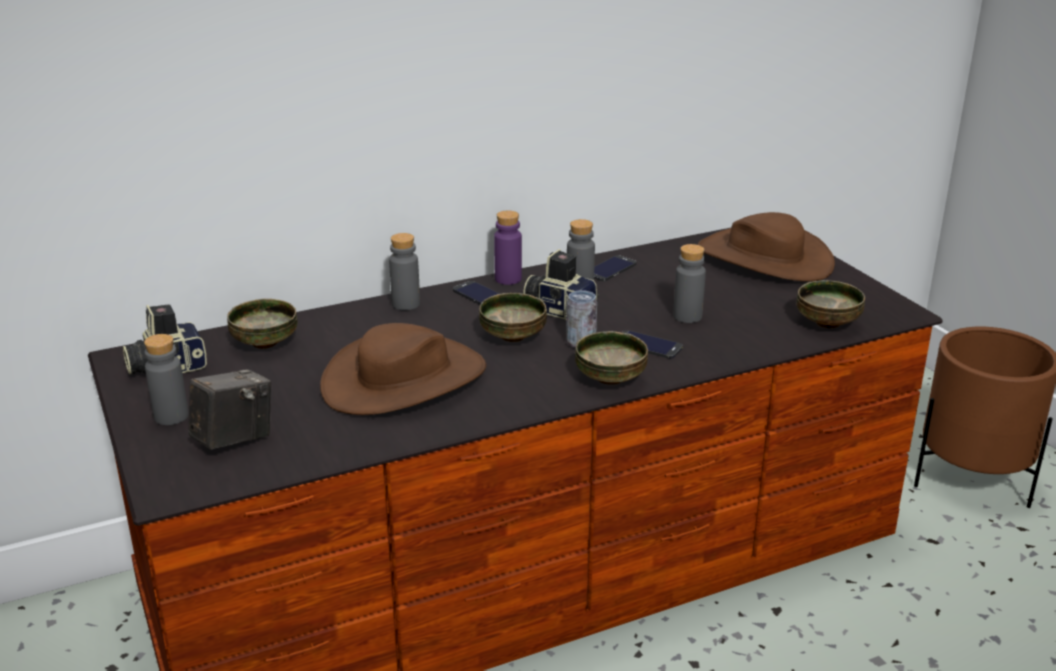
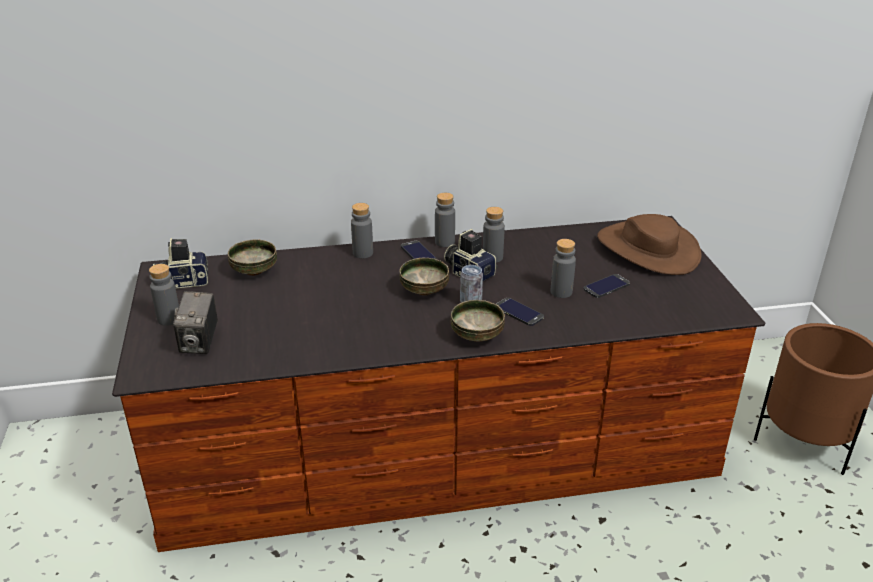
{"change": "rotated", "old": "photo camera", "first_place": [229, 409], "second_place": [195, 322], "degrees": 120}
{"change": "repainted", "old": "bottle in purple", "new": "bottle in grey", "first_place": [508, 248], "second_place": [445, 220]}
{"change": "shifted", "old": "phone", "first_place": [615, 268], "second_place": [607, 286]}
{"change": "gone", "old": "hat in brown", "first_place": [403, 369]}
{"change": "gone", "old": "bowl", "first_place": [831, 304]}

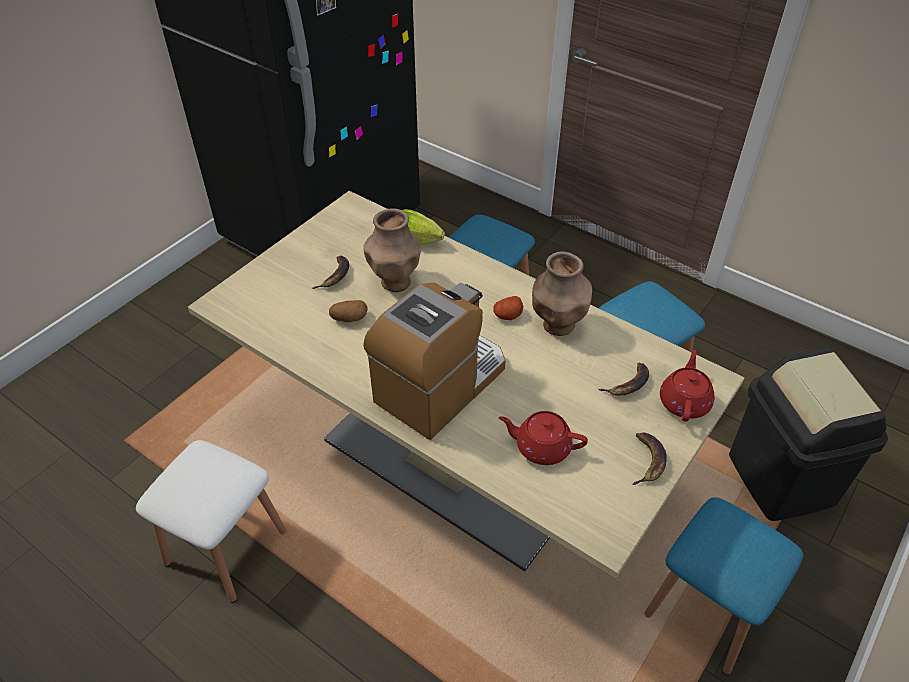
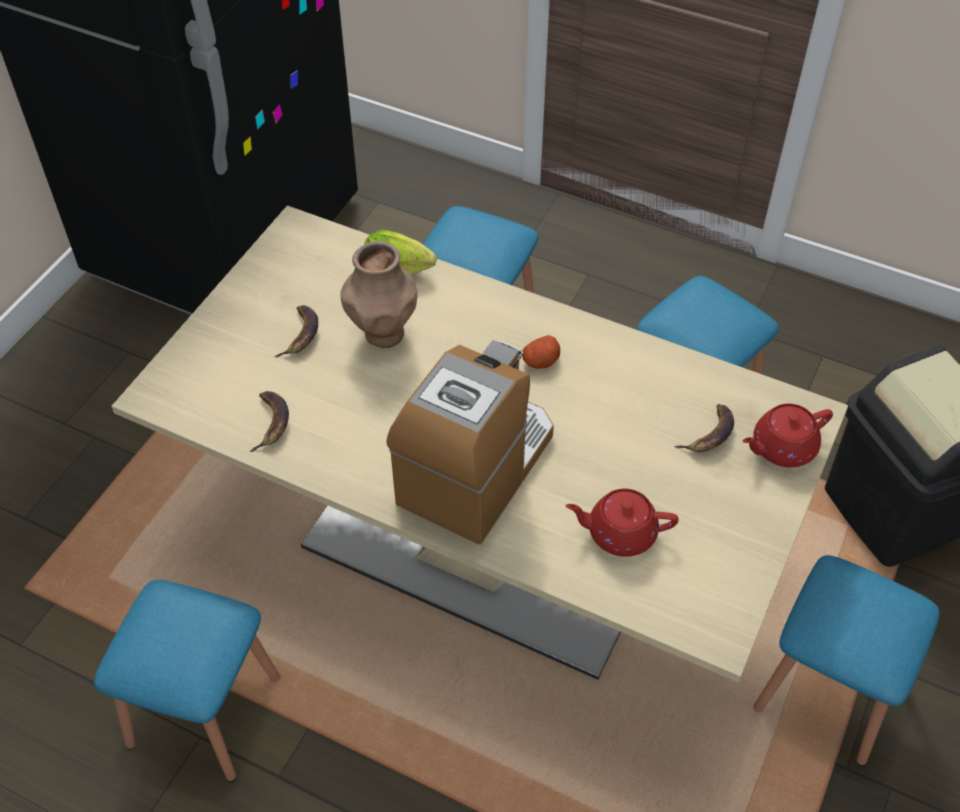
{"change": "repainted", "old": "stool in white", "new": "stool in blue", "first_place": [211, 521], "second_place": [187, 681]}
{"change": "shifted", "old": "banana", "first_place": [649, 459], "second_place": [269, 421]}
{"change": "rotated", "old": "teapot in red", "first_place": [687, 385], "second_place": [788, 435], "degrees": -120}
{"change": "gone", "old": "potato", "first_place": [348, 311]}
{"change": "gone", "old": "vase in brown", "first_place": [562, 293]}

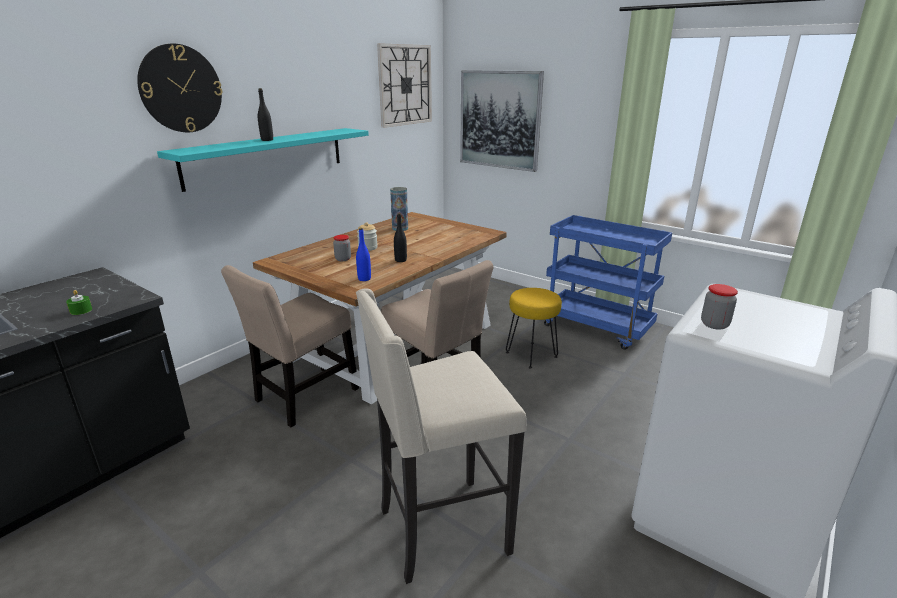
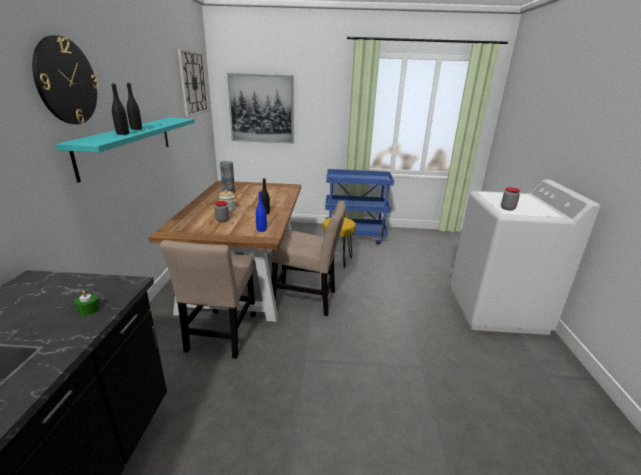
{"change": "new", "new": "bottle in black", "second_place": [120, 109]}
{"change": "gone", "old": "stool in beige", "first_place": [441, 436]}

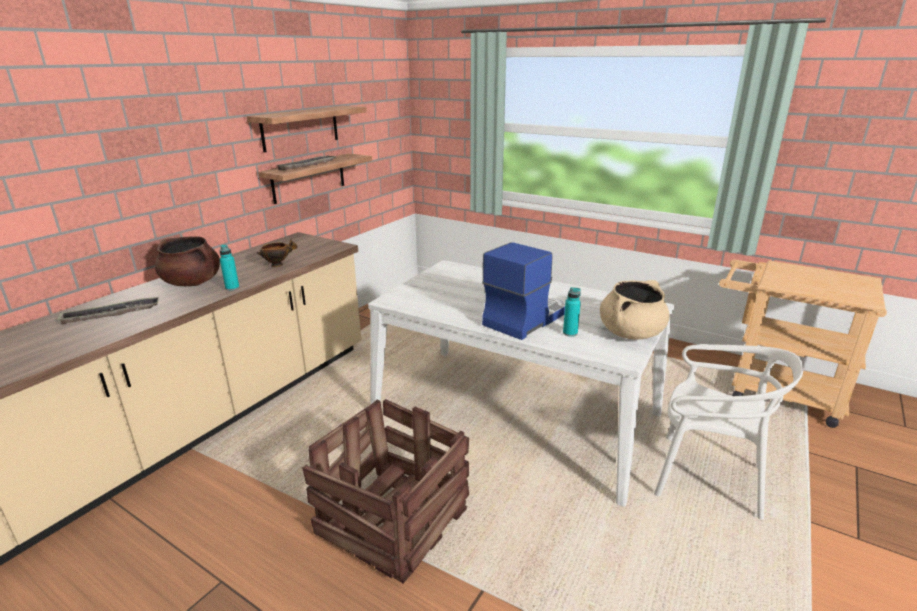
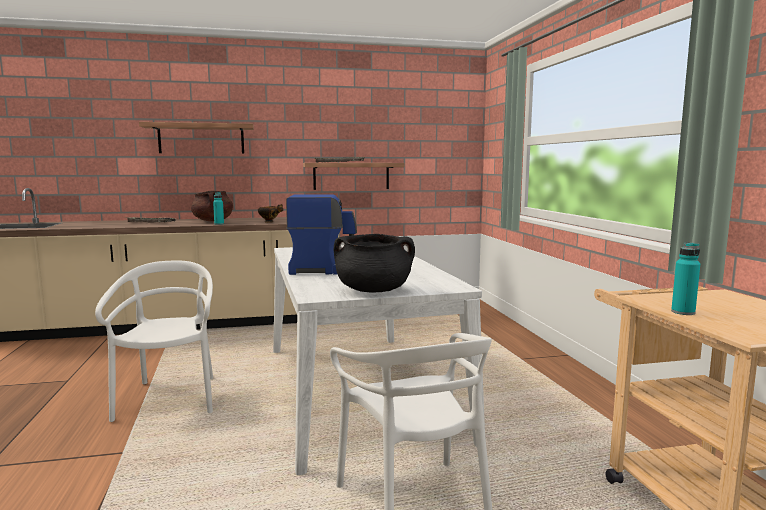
{"change": "swapped", "old": "crate", "new": "chair in white", "first_place": [385, 491], "second_place": [154, 341]}
{"change": "shifted", "old": "shelf", "first_place": [307, 129], "second_place": [196, 138]}
{"change": "repainted", "old": "cooking pot in beige", "new": "cooking pot in black", "first_place": [634, 309], "second_place": [374, 263]}
{"change": "shifted", "old": "bottle in turquoise", "first_place": [572, 312], "second_place": [685, 278]}

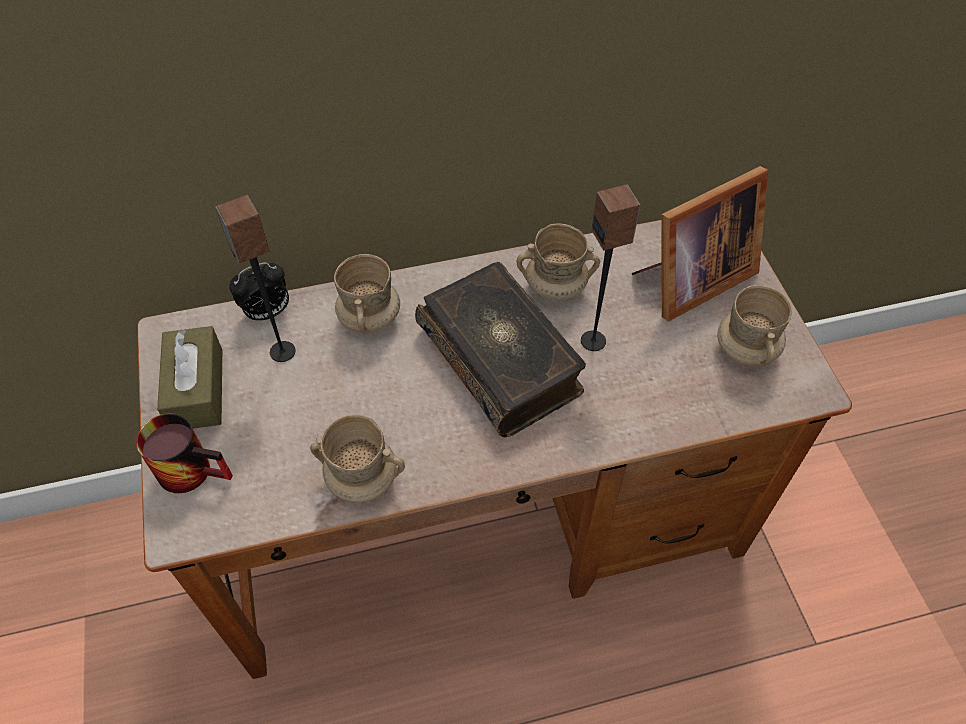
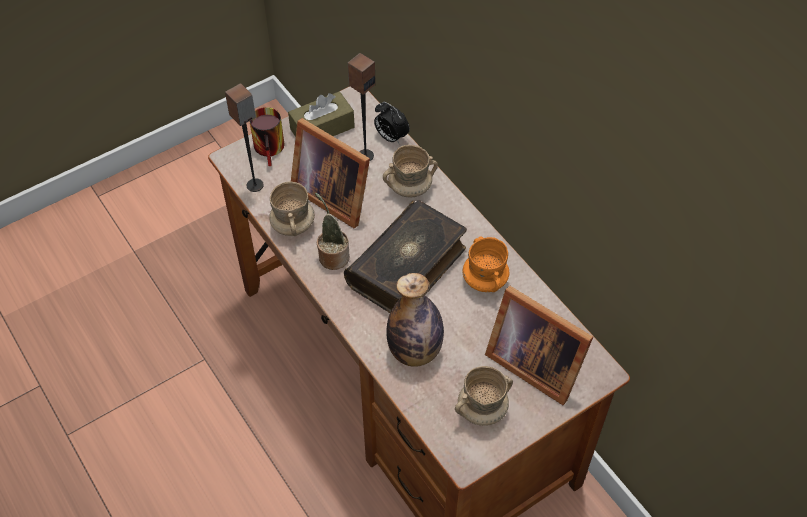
{"change": "shifted", "old": "speaker", "first_place": [610, 268], "second_place": [244, 137]}
{"change": "new", "new": "picture frame", "second_place": [330, 173]}
{"change": "new", "new": "potted plant", "second_place": [332, 231]}
{"change": "new", "new": "bottle", "second_place": [415, 320]}
{"change": "repainted", "old": "mug in beige", "new": "mug in orange", "first_place": [558, 261], "second_place": [486, 264]}

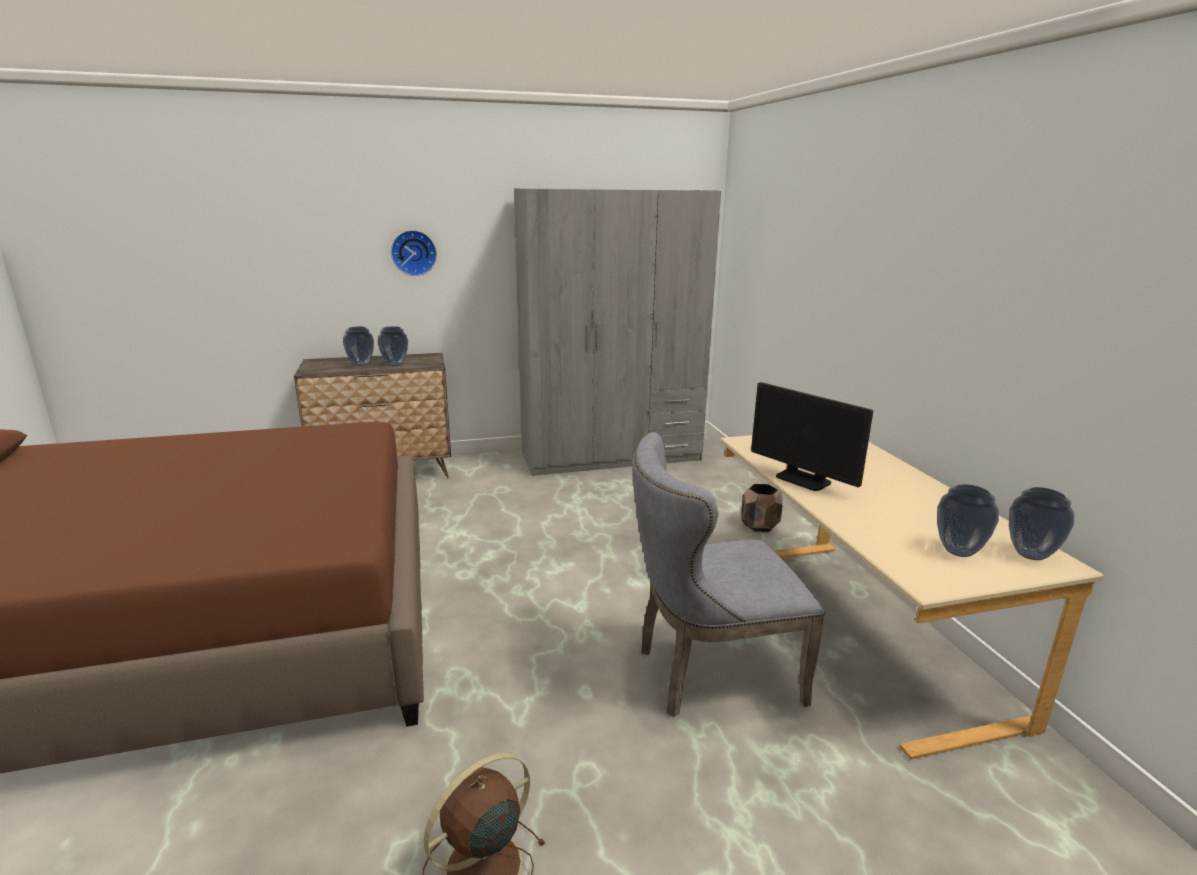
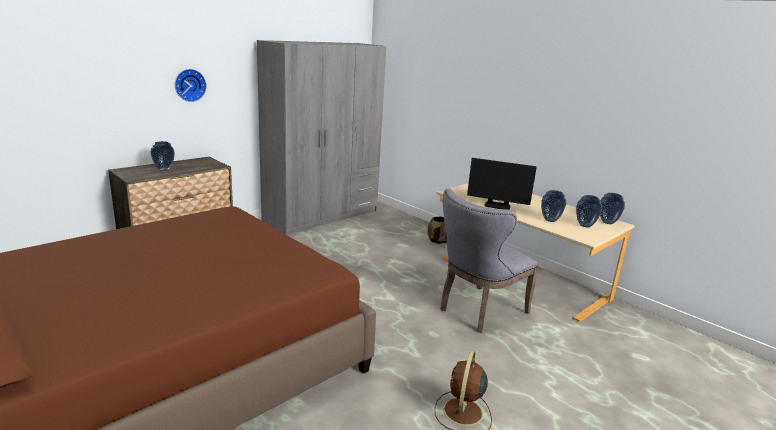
{"change": "shifted", "old": "vase", "first_place": [392, 346], "second_place": [553, 206]}

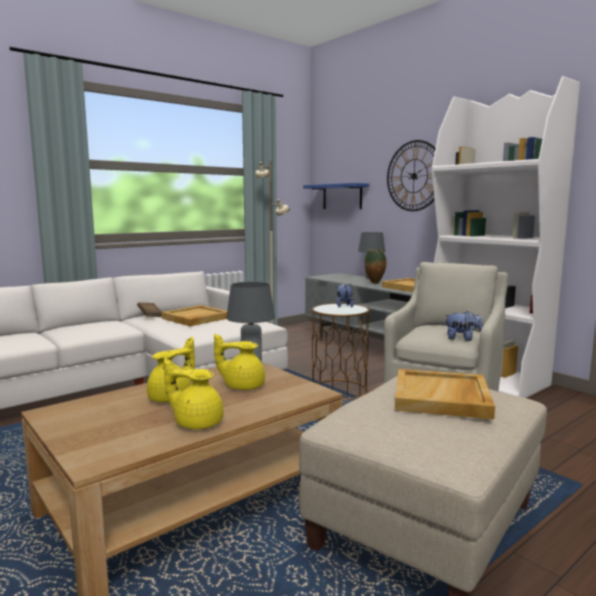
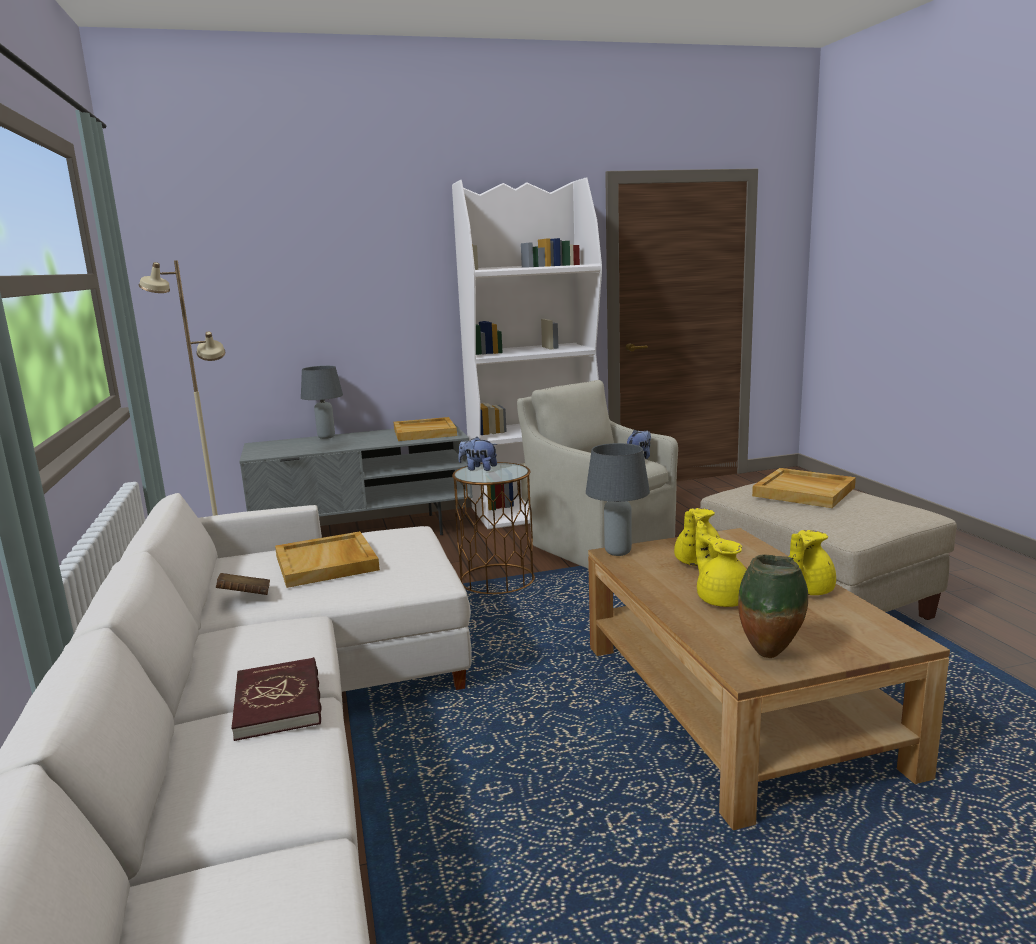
{"change": "new", "new": "book in red", "second_place": [276, 699]}
{"change": "shifted", "old": "vase", "first_place": [375, 266], "second_place": [773, 606]}
{"change": "gone", "old": "shelf in blue", "first_place": [336, 196]}
{"change": "gone", "old": "wall clock", "first_place": [411, 175]}

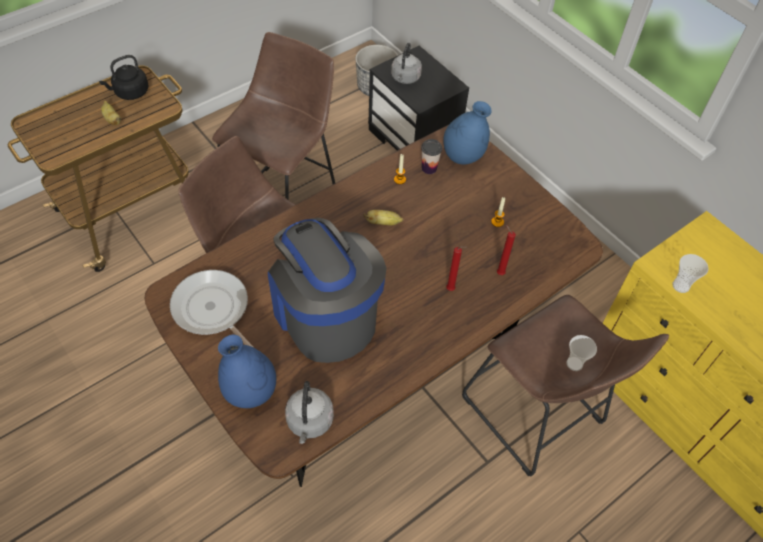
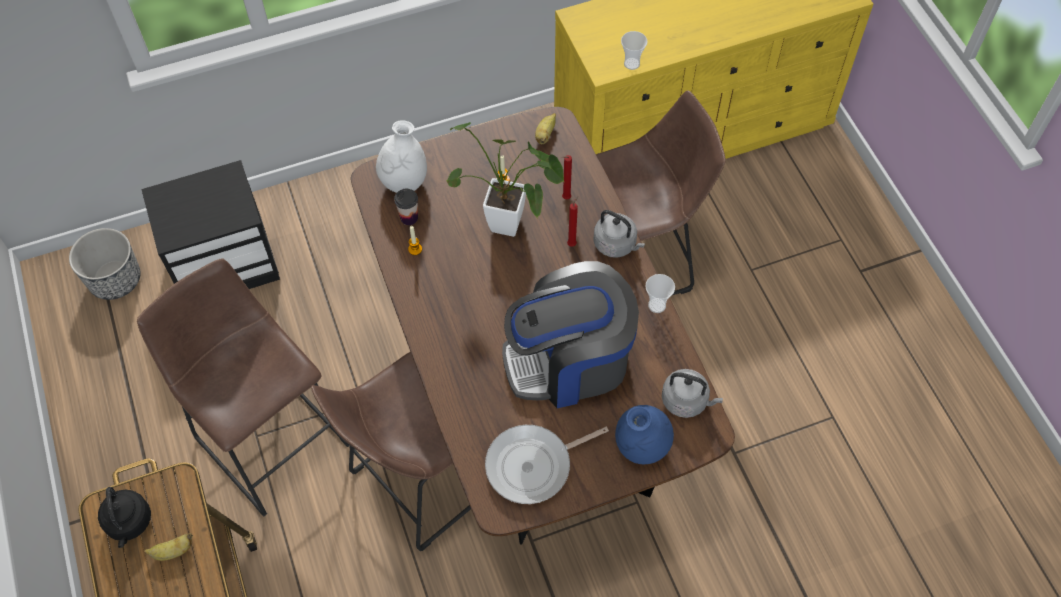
{"change": "repainted", "old": "vase in blue", "new": "vase in white", "first_place": [467, 133], "second_place": [401, 156]}
{"change": "new", "new": "potted plant", "second_place": [505, 179]}
{"change": "shifted", "old": "banana", "first_place": [383, 217], "second_place": [545, 128]}
{"change": "shifted", "old": "kettle in grey", "first_place": [406, 63], "second_place": [619, 234]}
{"change": "shifted", "old": "cup", "first_place": [581, 353], "second_place": [660, 293]}

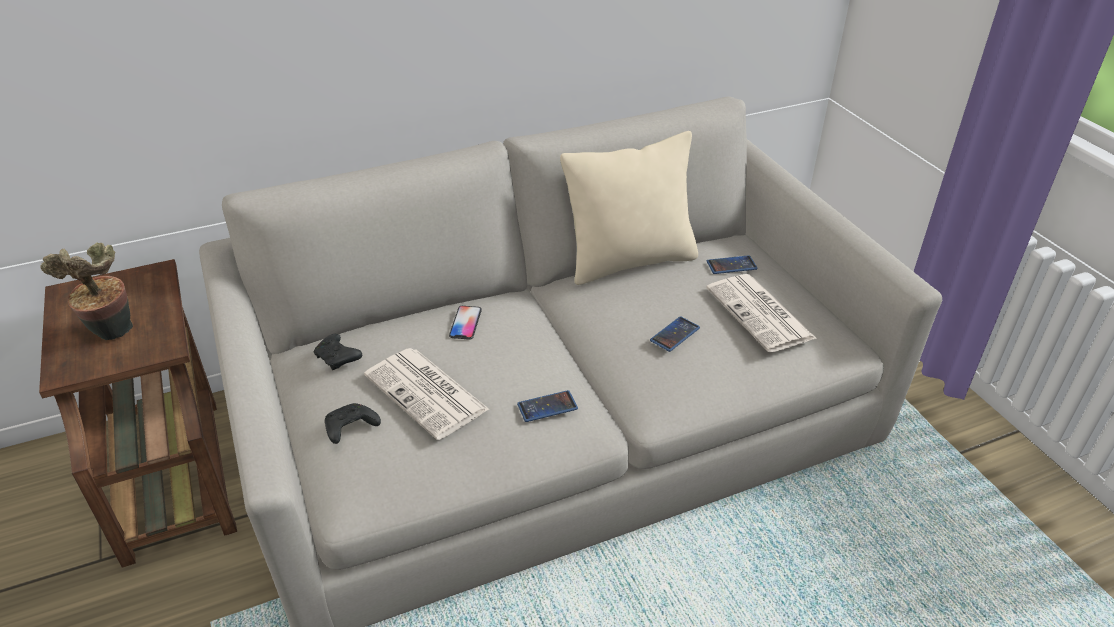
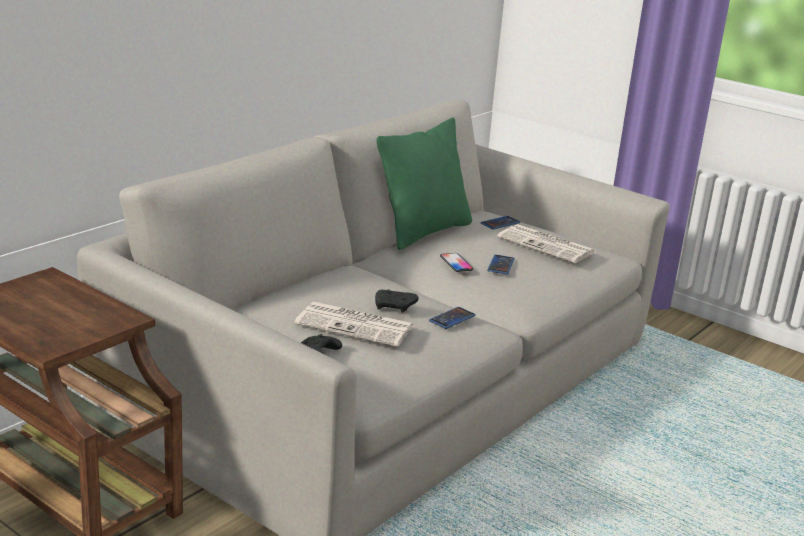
{"change": "shifted", "old": "game controller in black", "first_place": [338, 352], "second_place": [397, 301]}
{"change": "repainted", "old": "pillow in beige", "new": "pillow in green", "first_place": [629, 208], "second_place": [424, 183]}
{"change": "shifted", "old": "phone", "first_place": [465, 323], "second_place": [456, 262]}
{"change": "gone", "old": "potted plant", "first_place": [86, 291]}

